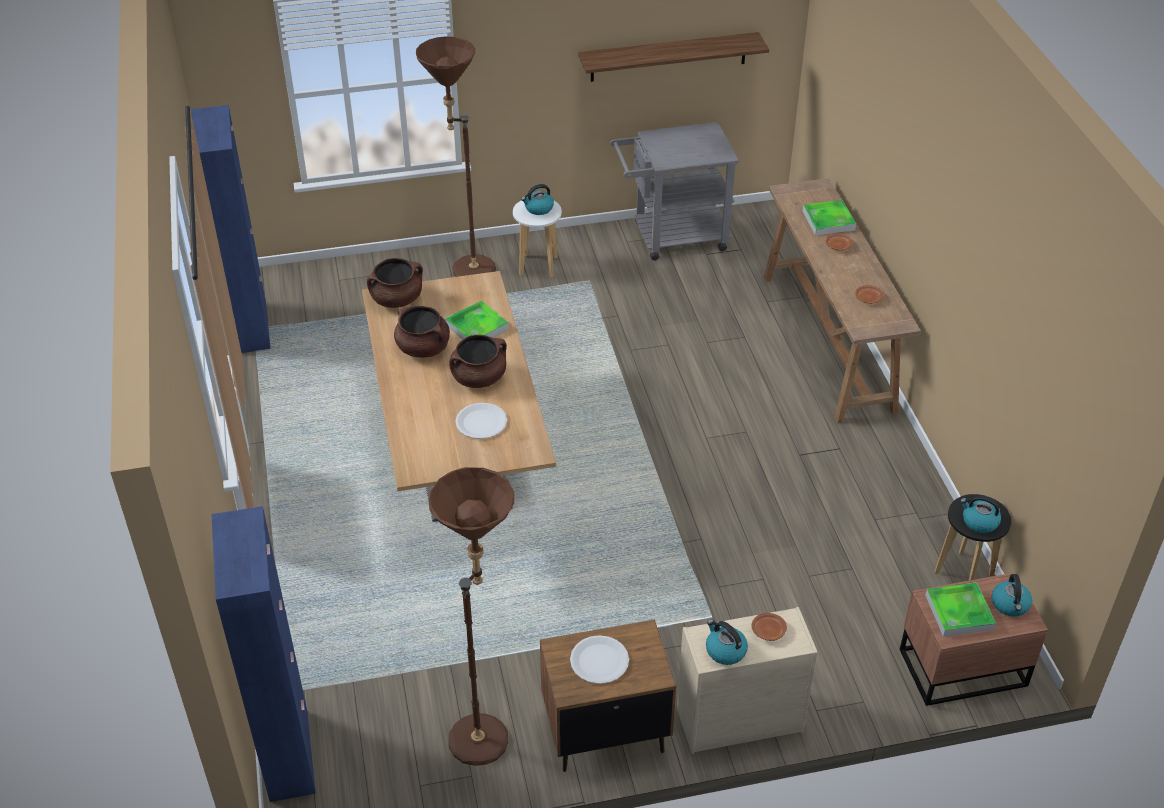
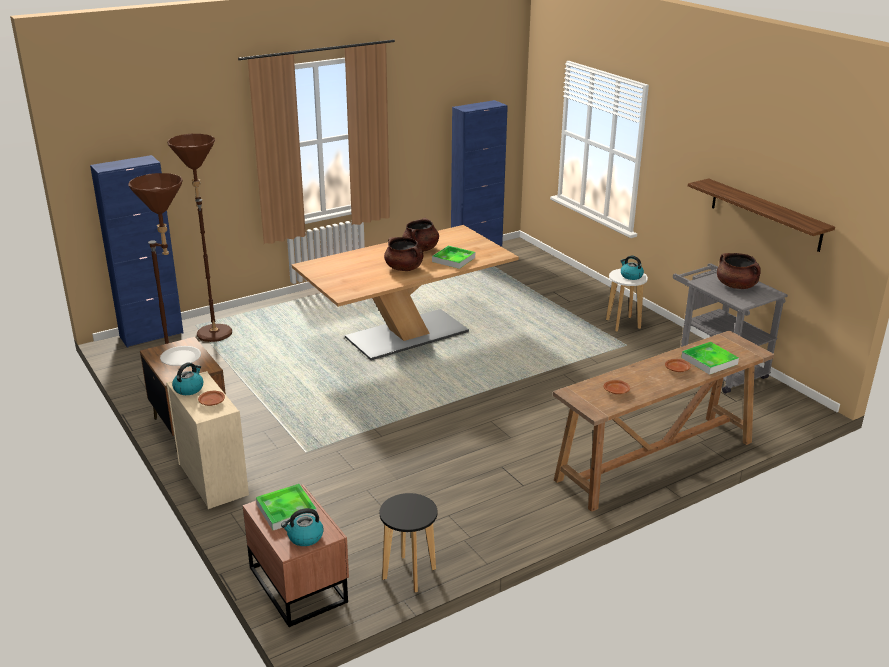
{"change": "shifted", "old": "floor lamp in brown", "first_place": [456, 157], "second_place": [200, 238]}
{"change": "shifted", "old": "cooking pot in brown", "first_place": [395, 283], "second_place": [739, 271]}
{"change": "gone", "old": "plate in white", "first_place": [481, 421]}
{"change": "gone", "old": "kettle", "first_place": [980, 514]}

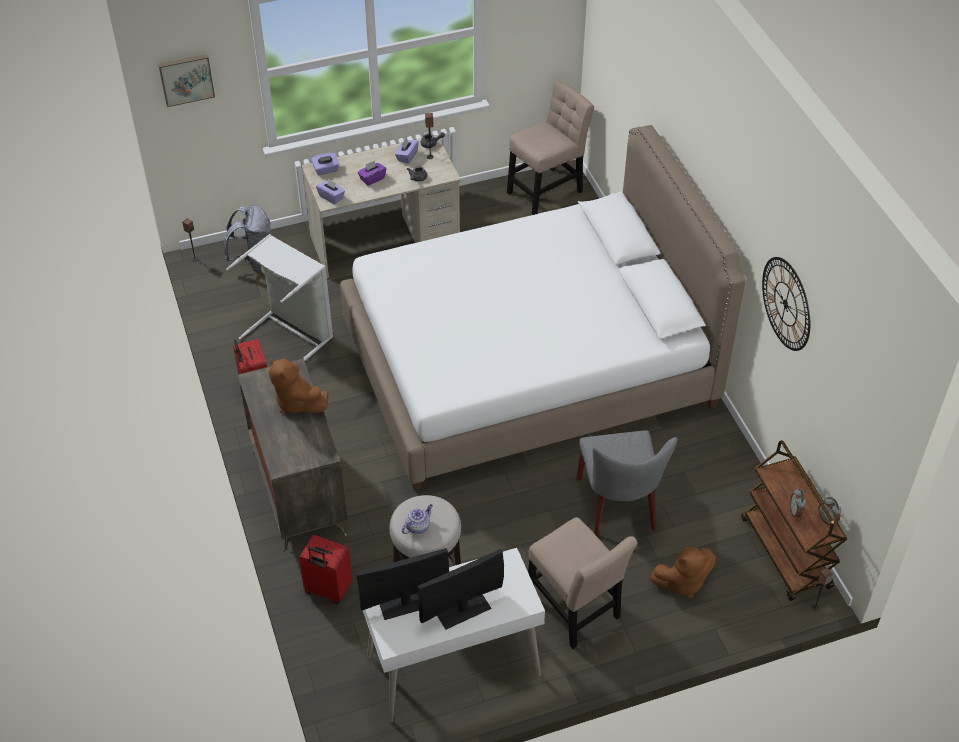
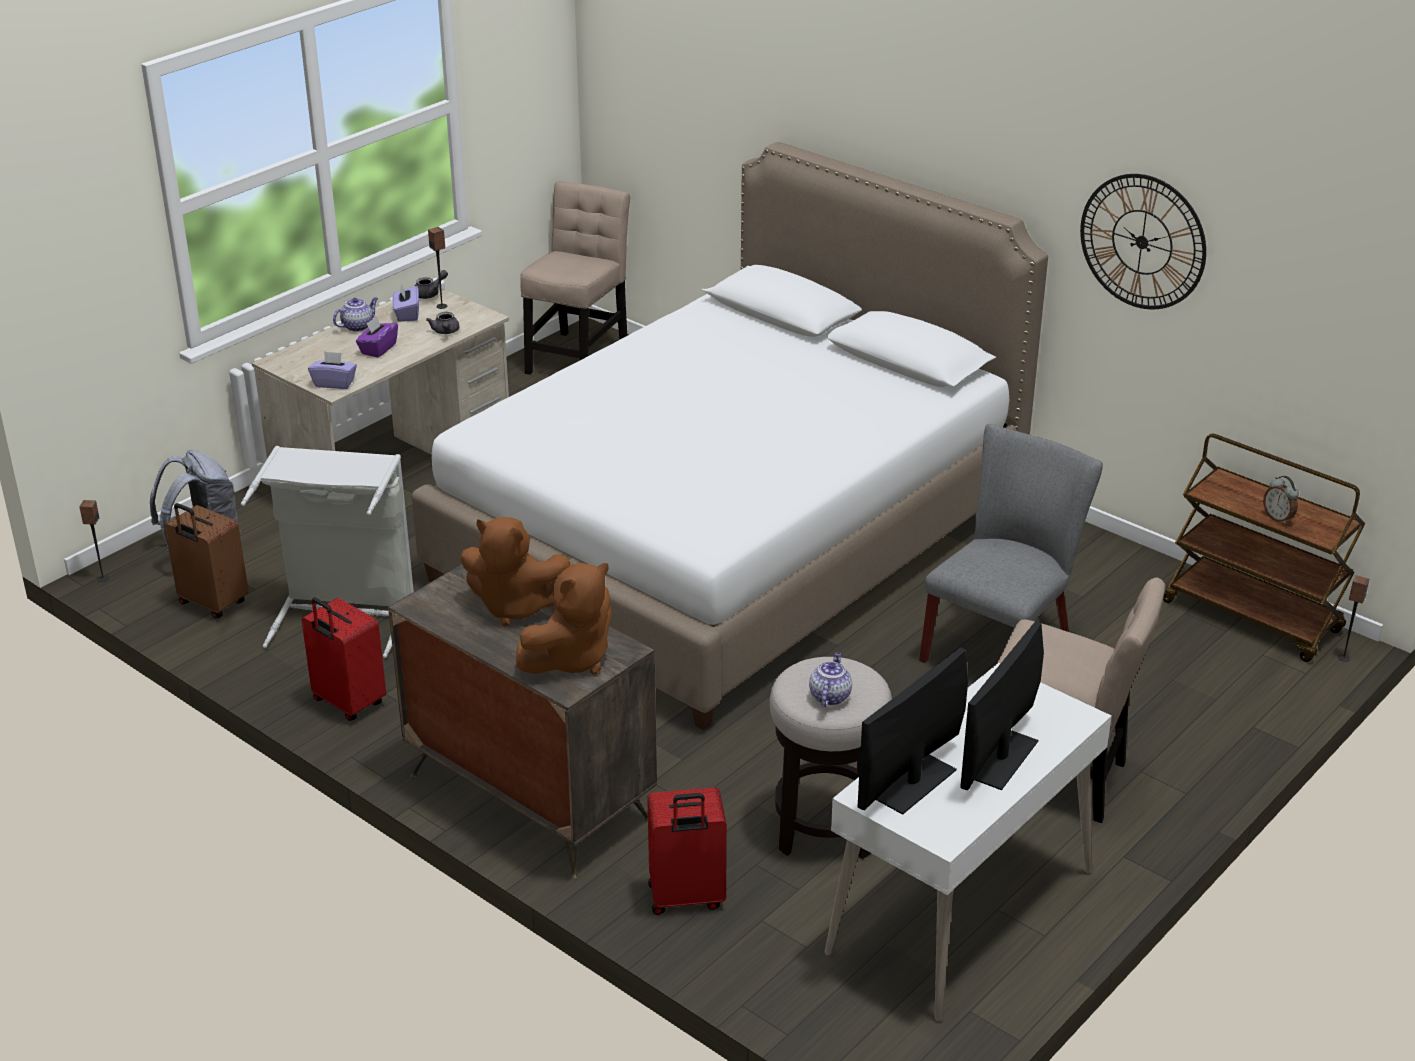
{"change": "new", "new": "suitcase in brown", "second_place": [207, 561]}
{"change": "new", "new": "teapot", "second_place": [355, 314]}
{"change": "shifted", "old": "plush toy in brown", "first_place": [683, 572], "second_place": [564, 618]}
{"change": "rotated", "old": "chair in grey", "first_place": [627, 483], "second_place": [1011, 543], "degrees": -105}
{"change": "gone", "old": "picture", "first_place": [186, 80]}
{"change": "gone", "old": "tissue box in purple", "first_place": [325, 164]}
{"change": "gone", "old": "alarm clock", "first_place": [829, 511]}

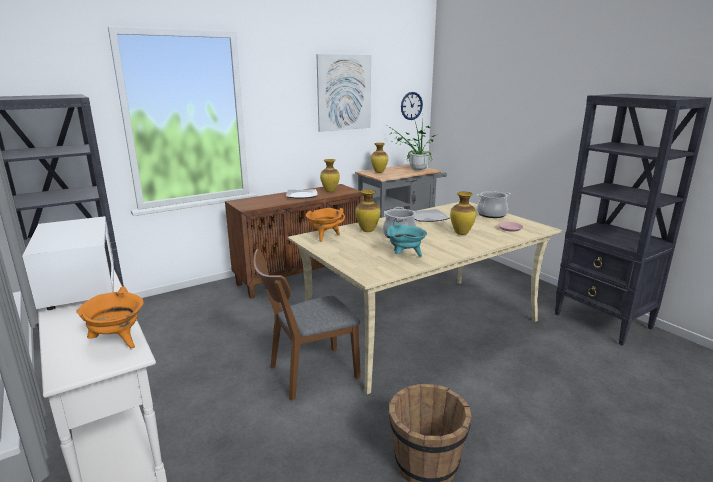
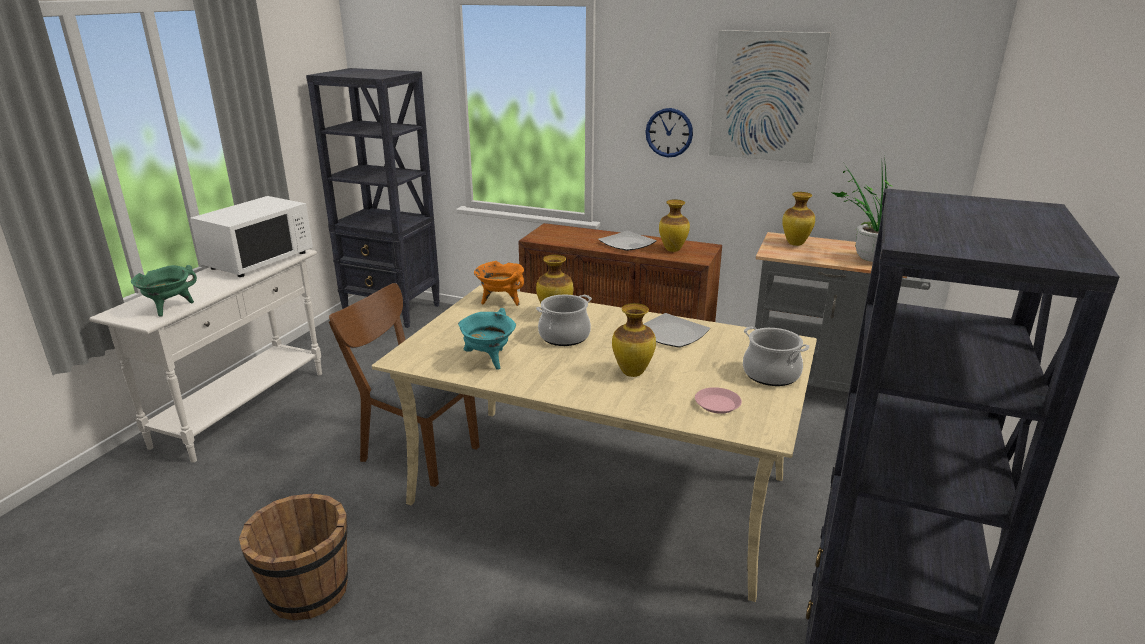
{"change": "repainted", "old": "cooking pot in orange", "new": "cooking pot in green", "first_place": [110, 317], "second_place": [164, 291]}
{"change": "shifted", "old": "wall clock", "first_place": [412, 106], "second_place": [669, 132]}

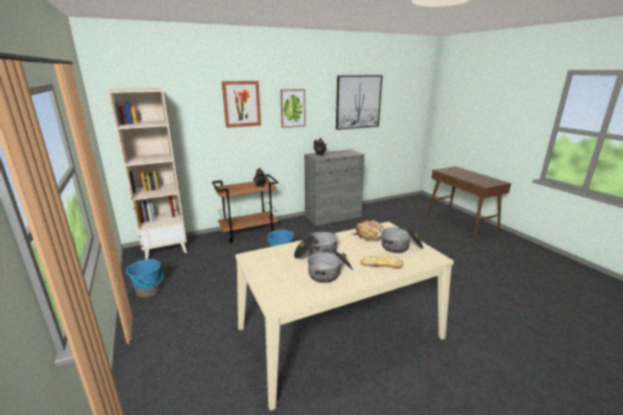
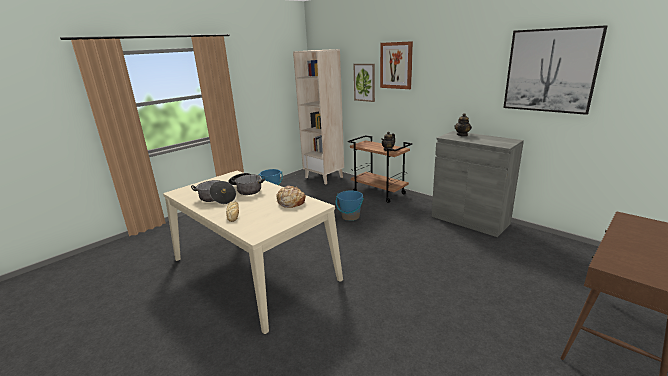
{"change": "shifted", "old": "picture", "first_place": [292, 108], "second_place": [364, 83]}
{"change": "gone", "old": "cooking pot", "first_place": [402, 239]}

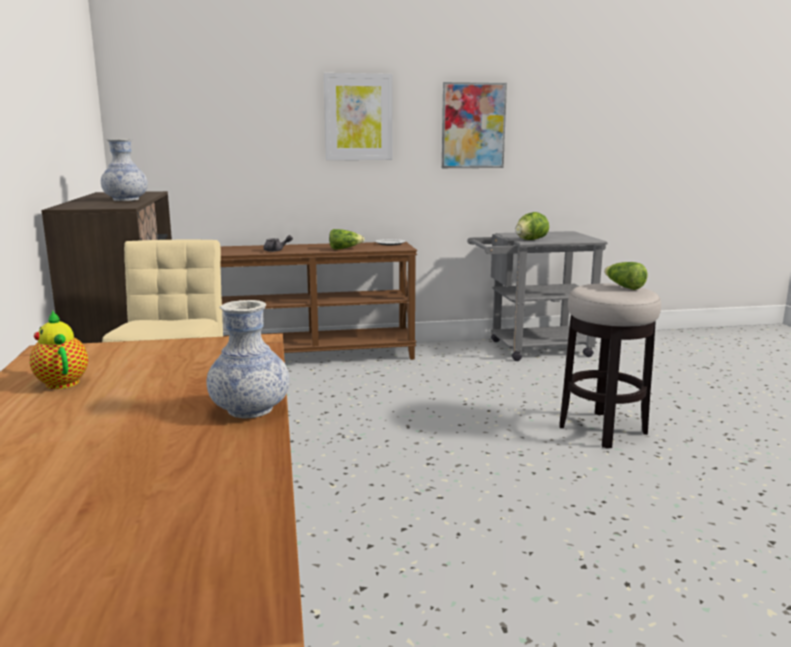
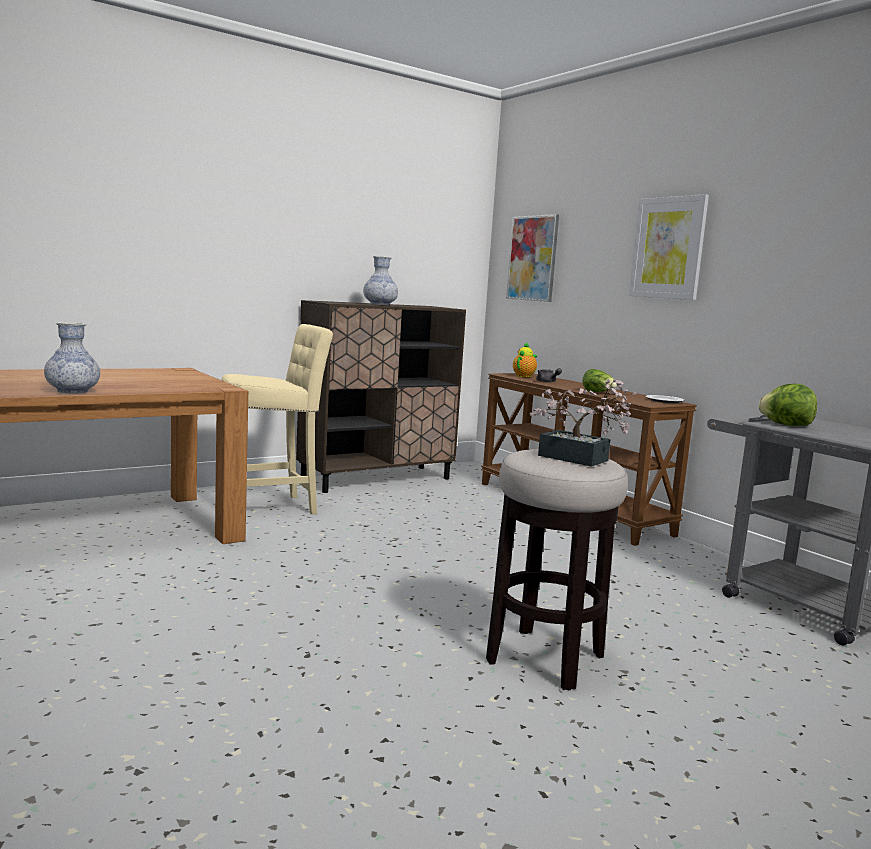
{"change": "shifted", "old": "picture", "first_place": [474, 125], "second_place": [532, 258]}
{"change": "shifted", "old": "teapot", "first_place": [59, 349], "second_place": [525, 359]}
{"change": "swapped", "old": "lettuce", "new": "potted plant", "first_place": [626, 276], "second_place": [582, 423]}

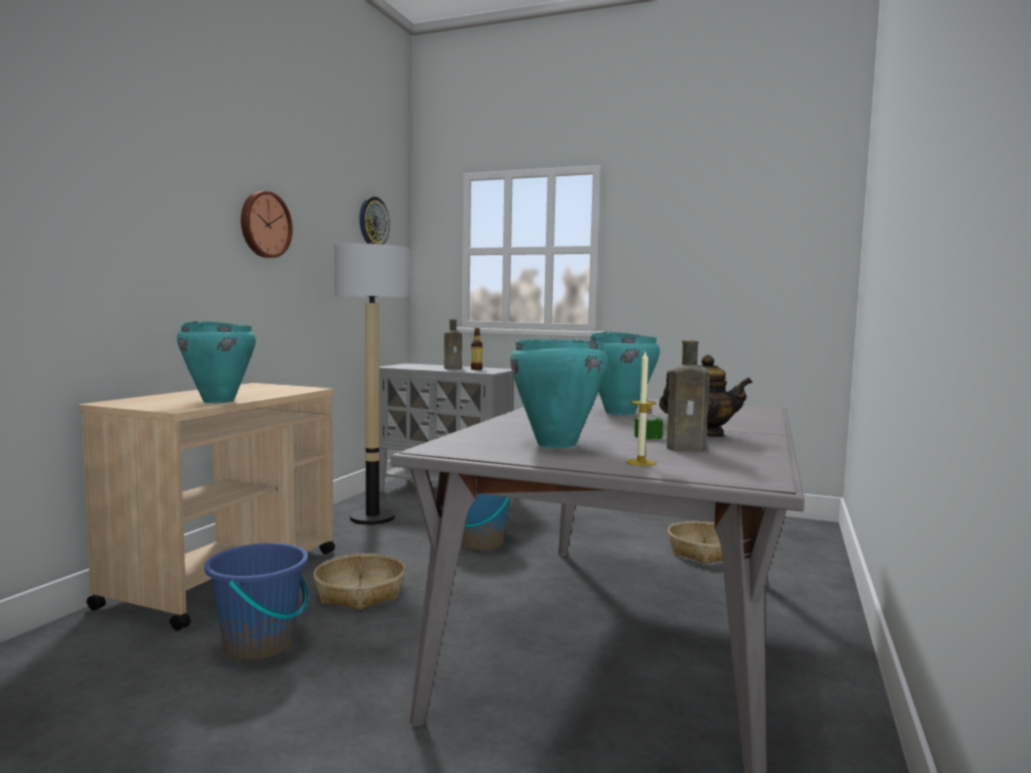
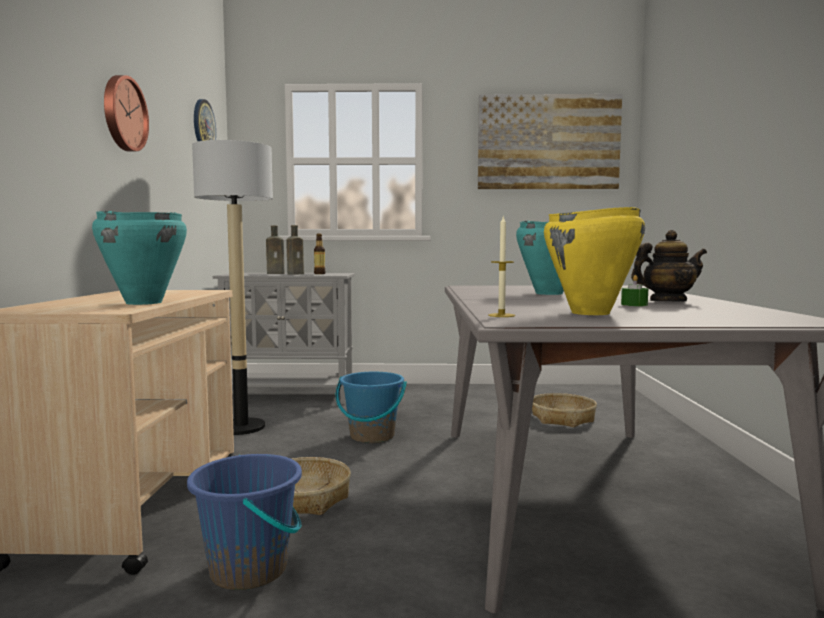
{"change": "shifted", "old": "bottle in brown", "first_place": [688, 396], "second_place": [275, 249]}
{"change": "new", "new": "picture", "second_place": [550, 141]}
{"change": "shifted", "old": "candle", "first_place": [641, 408], "second_place": [501, 267]}
{"change": "repainted", "old": "cooking pot in turquoise", "new": "cooking pot in yellow", "first_place": [559, 393], "second_place": [594, 261]}

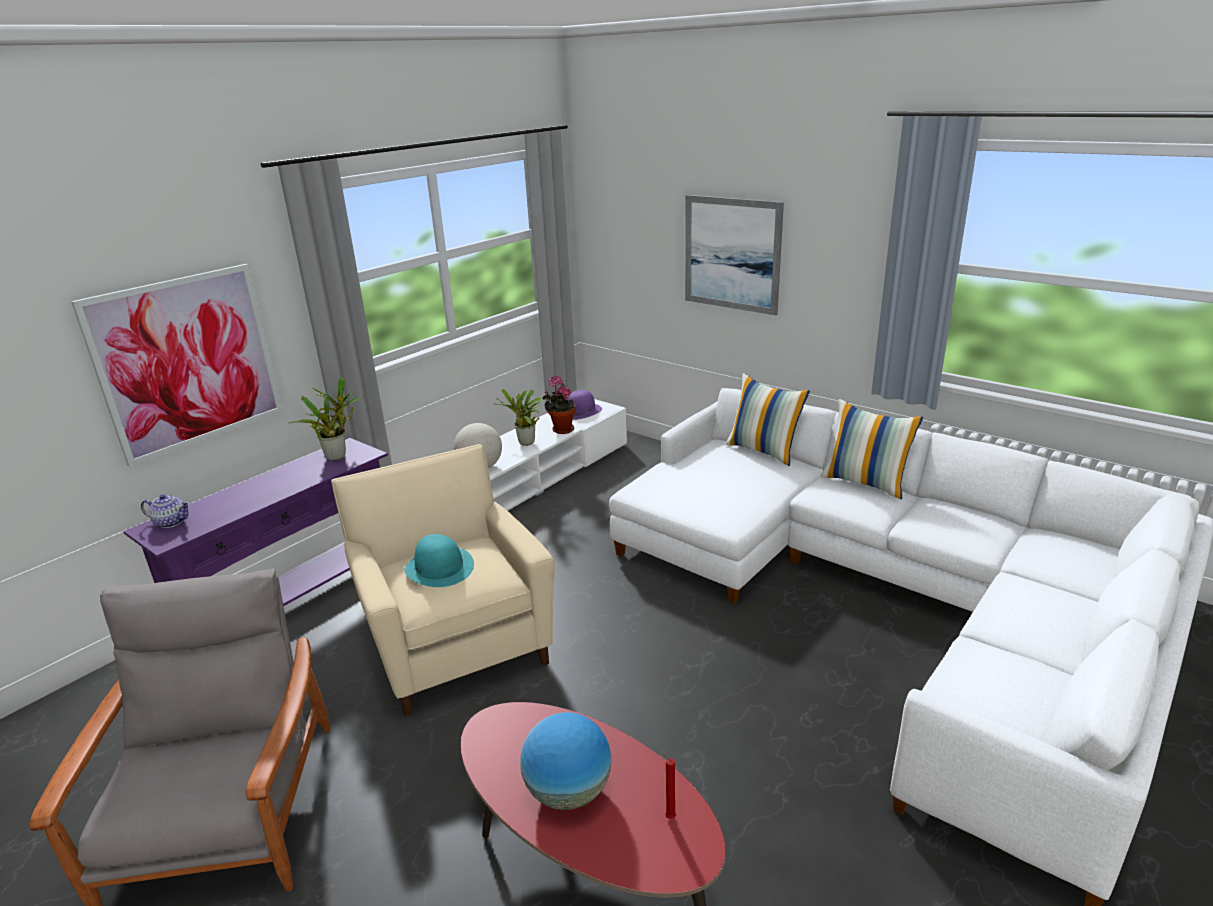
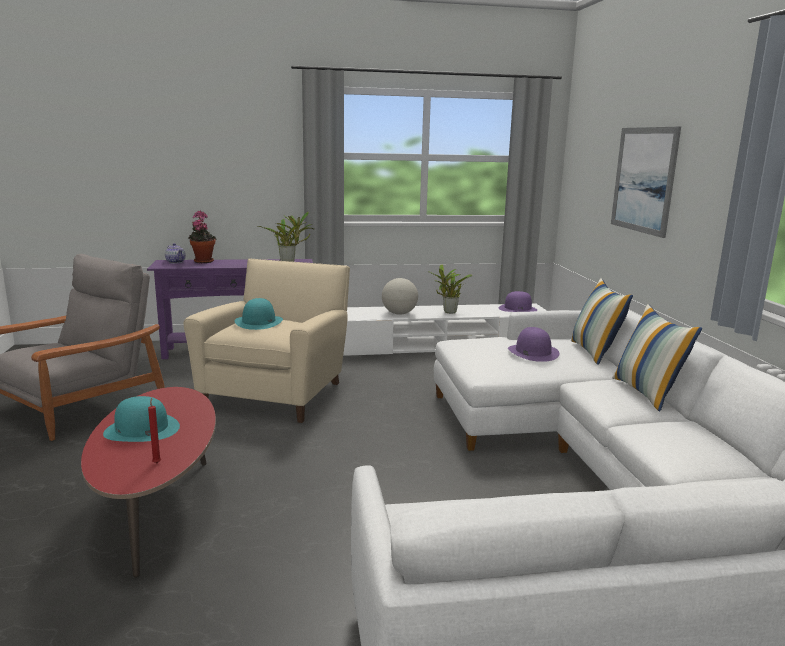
{"change": "swapped", "old": "globe", "new": "hat in turquoise", "first_place": [565, 761], "second_place": [141, 419]}
{"change": "shifted", "old": "potted plant", "first_place": [559, 405], "second_place": [202, 237]}
{"change": "new", "new": "hat in purple", "second_place": [534, 344]}
{"change": "gone", "old": "picture", "first_place": [177, 365]}

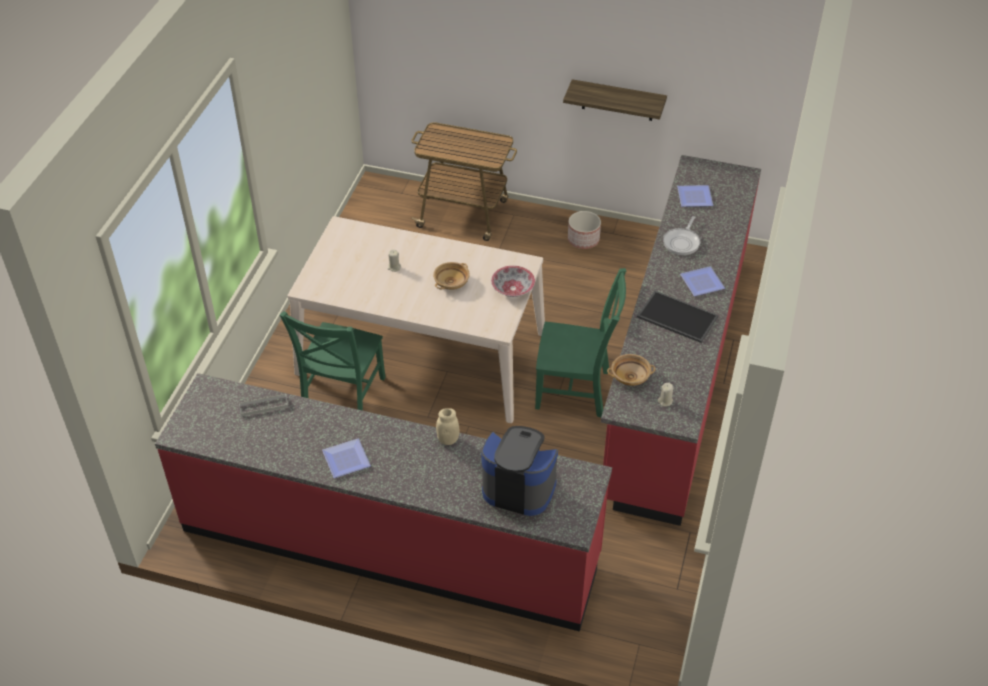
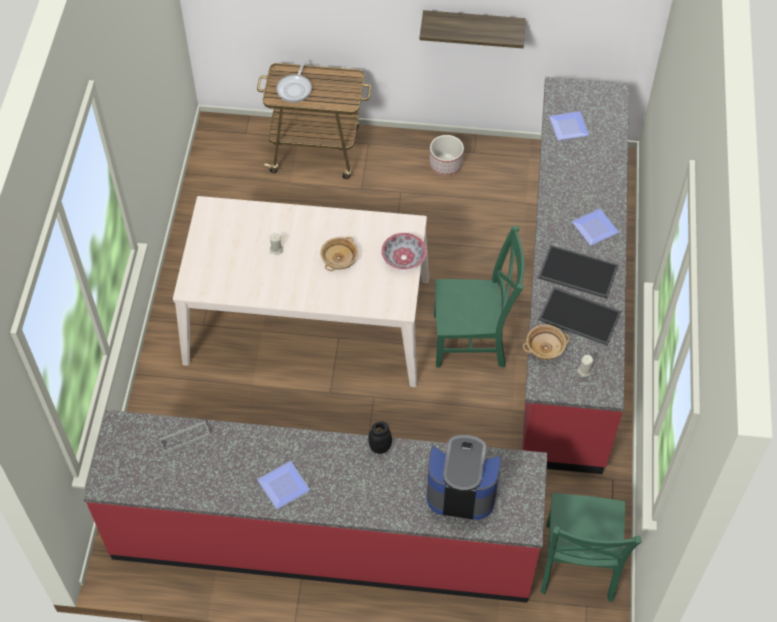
{"change": "shifted", "old": "frying pan", "first_place": [681, 235], "second_place": [294, 81]}
{"change": "repainted", "old": "jar in beige", "new": "jar in black", "first_place": [447, 426], "second_place": [380, 438]}
{"change": "new", "new": "tray", "second_place": [580, 316]}
{"change": "shifted", "old": "chair in green", "first_place": [333, 361], "second_place": [591, 547]}

